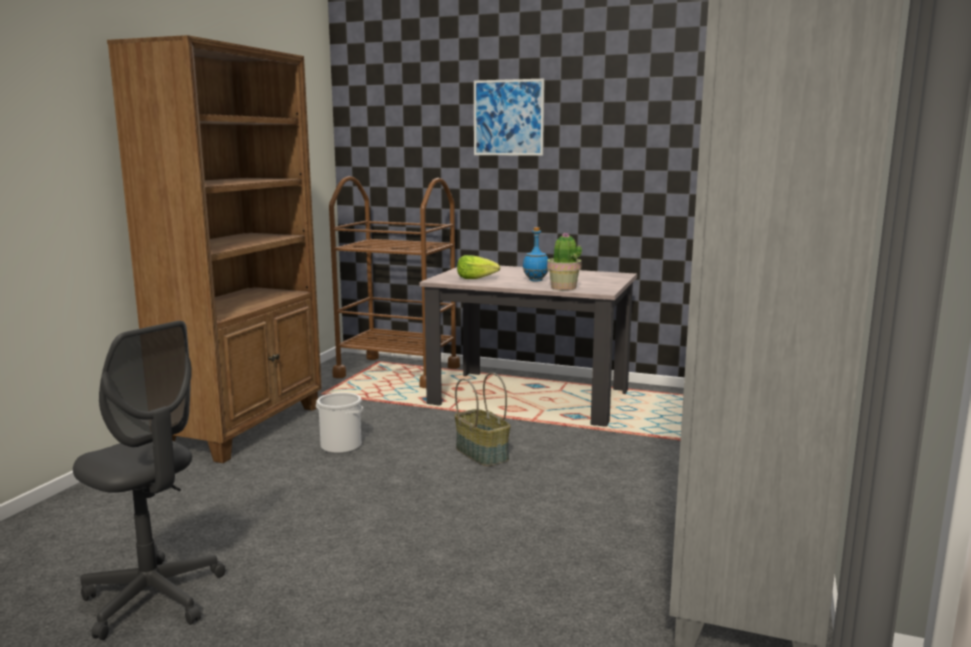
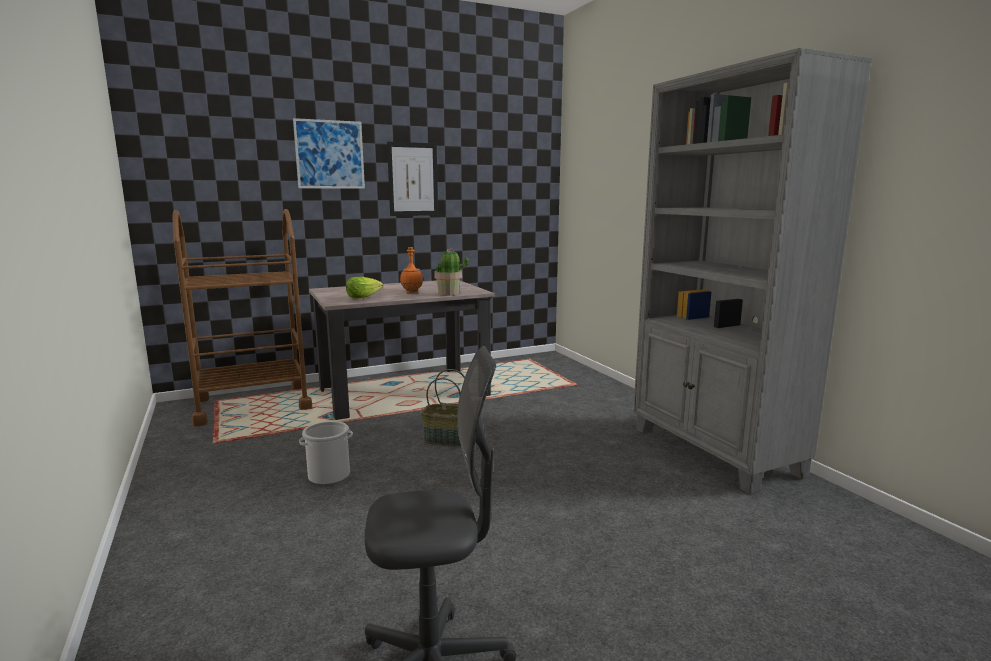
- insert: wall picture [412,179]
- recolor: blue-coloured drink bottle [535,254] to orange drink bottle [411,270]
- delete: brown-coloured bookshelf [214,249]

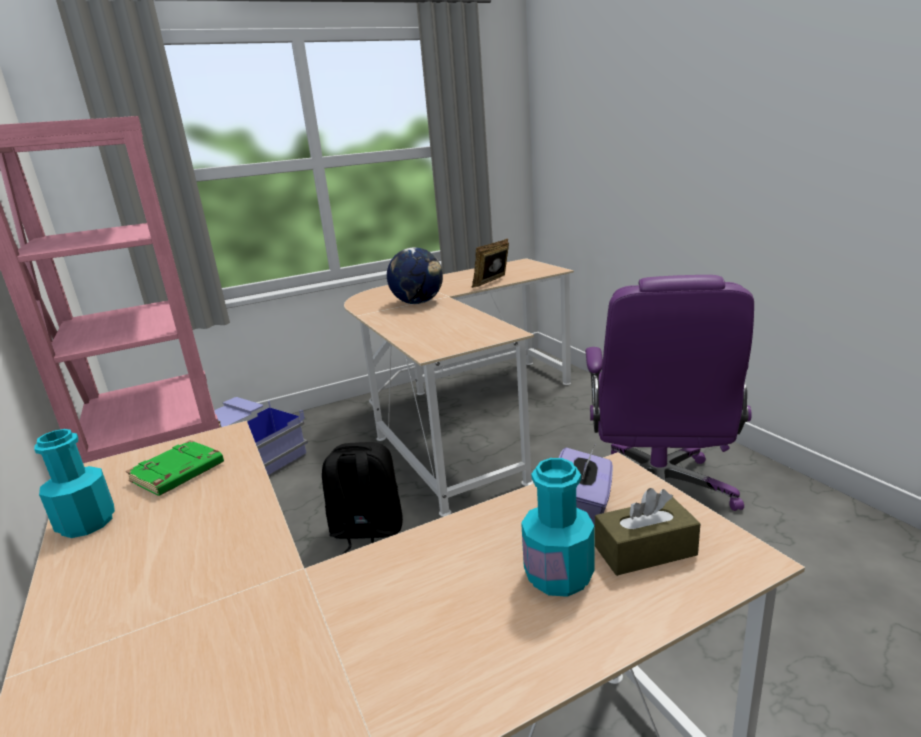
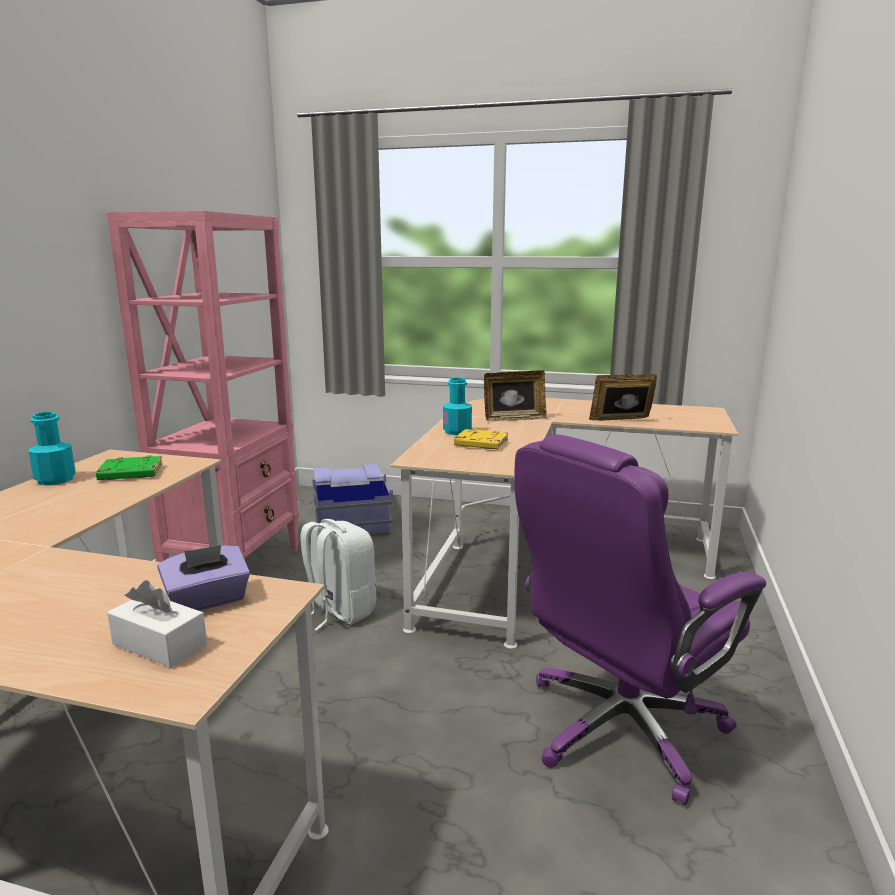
- recolor: brown-coloured tissue holder [648,532] to white-coloured tissue holder [157,624]
- recolor: black knapsack [362,498] to white-coloured knapsack [338,575]
- move: turquoise-coloured drink bottle [557,527] to [457,406]
- insert: yellow-coloured book [481,439]
- replace: world globe [415,275] to standing frame [515,395]

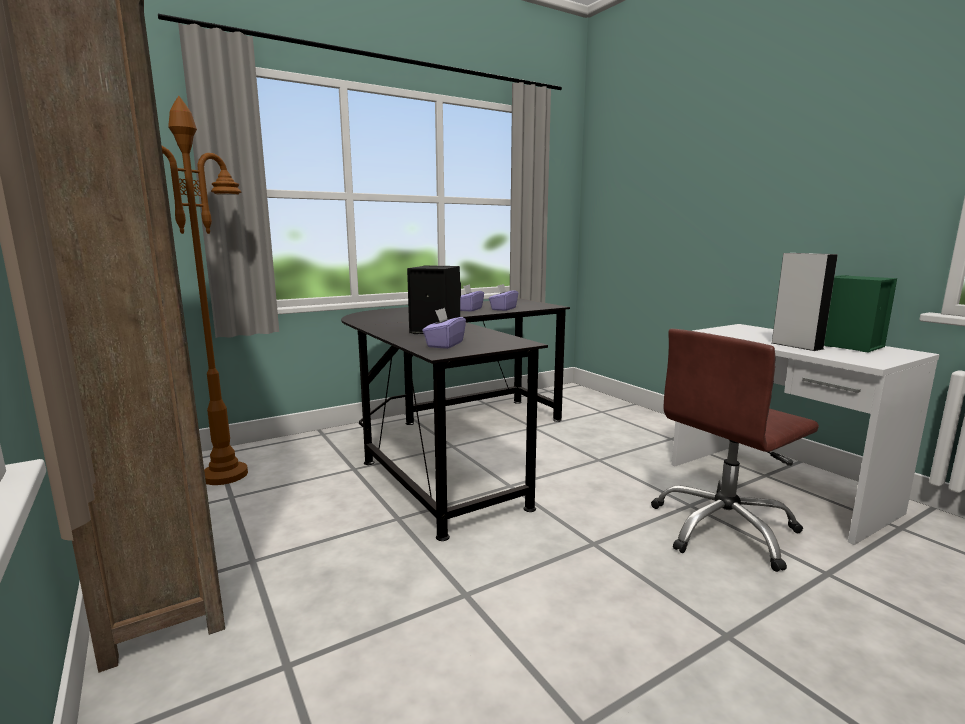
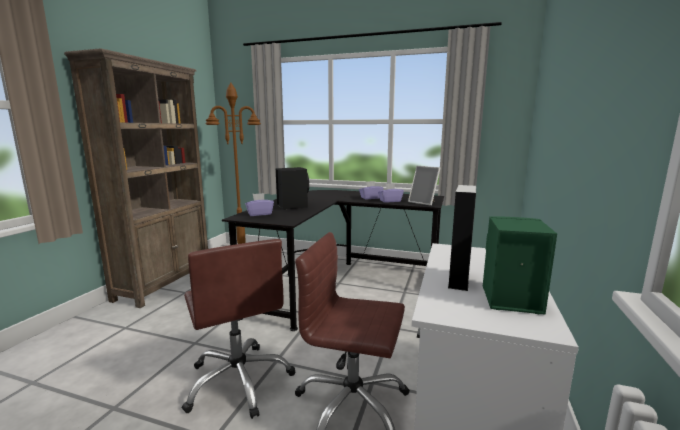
- insert: brown-coloured desk chair [238,329]
- insert: standing frame [424,186]

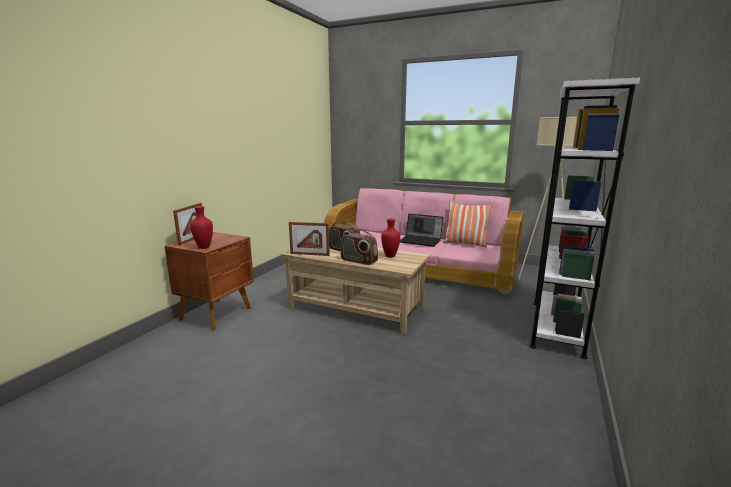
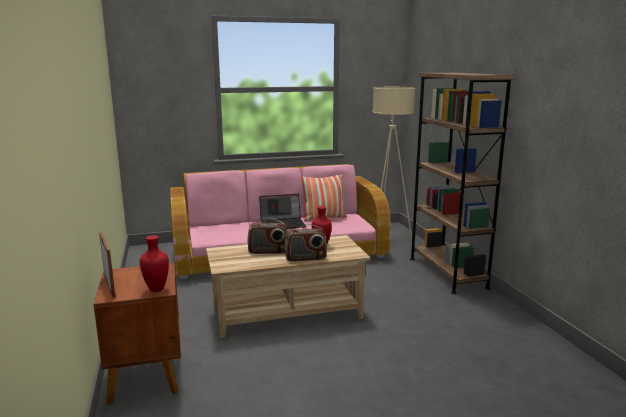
- recolor: white-coloured bookshelf [584,218] to brown-coloured bookshelf [462,183]
- delete: standing frame [309,239]

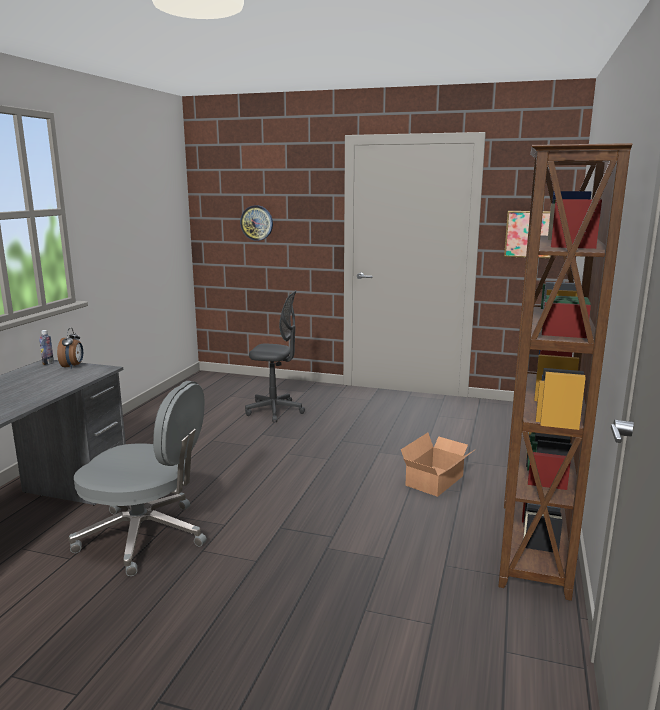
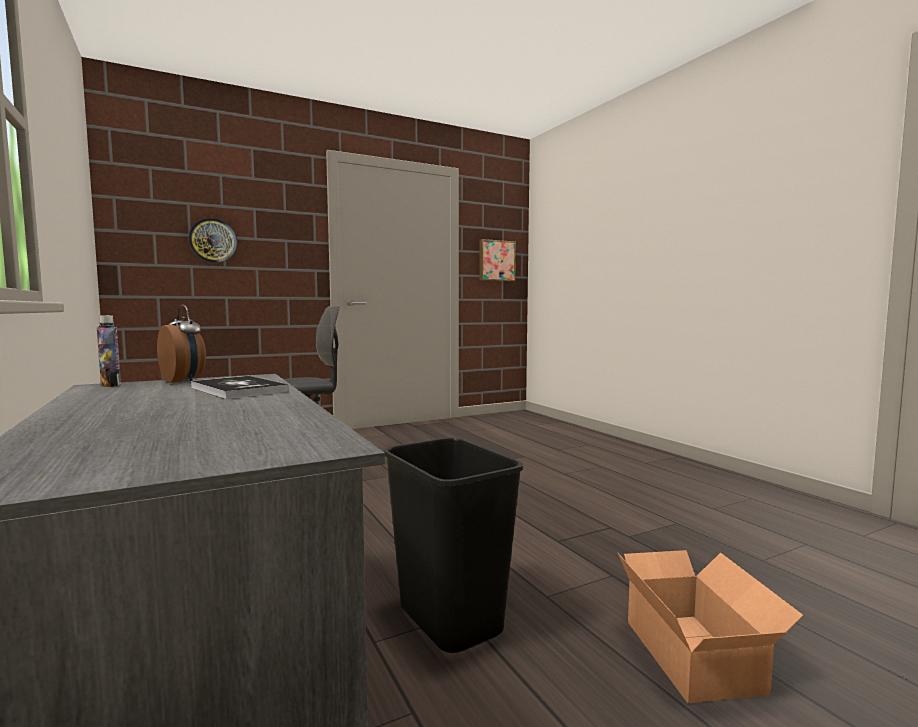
- insert: book [240,387]
- replace: grey desk chair [137,478] to black rubbish bin [453,545]
- move: packing box [438,465] to [710,626]
- delete: brown-coloured bookshelf [565,372]

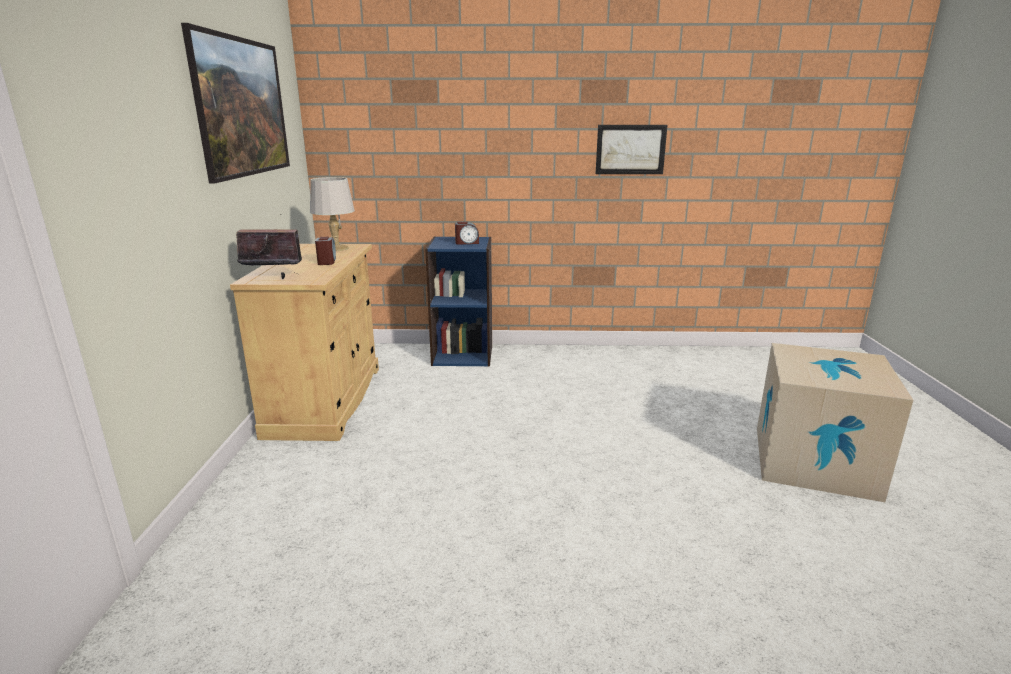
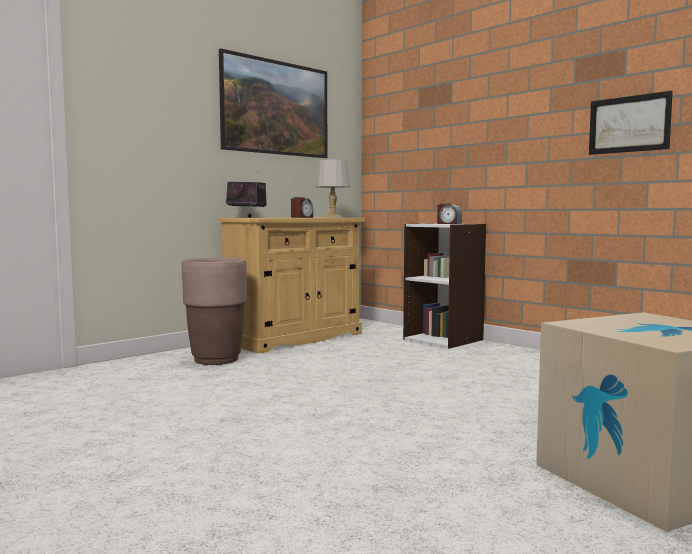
- insert: brown-coloured plant pot [214,311]
- recolor: blue-coloured bookshelf [458,301] to white-coloured bookshelf [444,286]

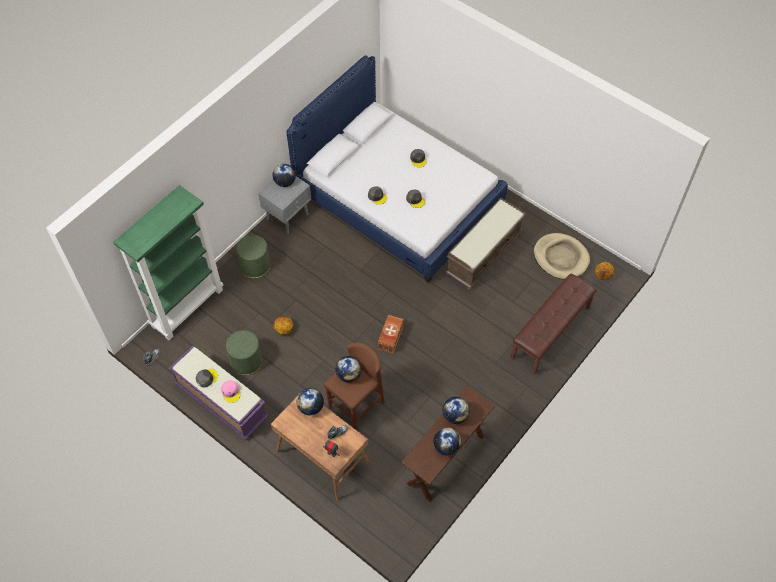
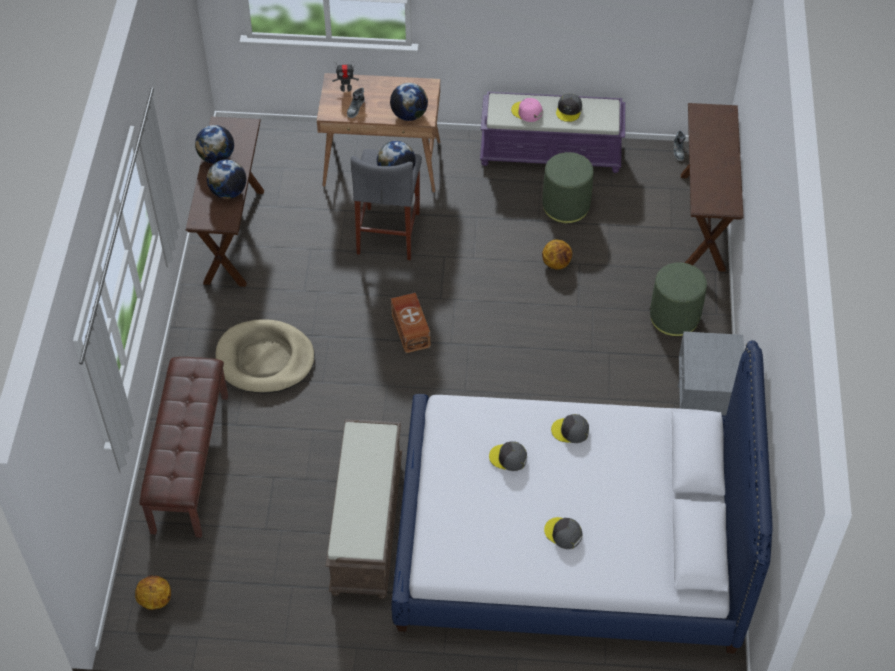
- move: sand-coloured dog cushion [562,256] to [265,356]
- recolor: brown-coloured sitting stool [354,386] to grey sitting stool [386,204]
- replace: green bookshelf [168,262] to brown-coloured hall table [712,187]
- delete: world globe [284,175]

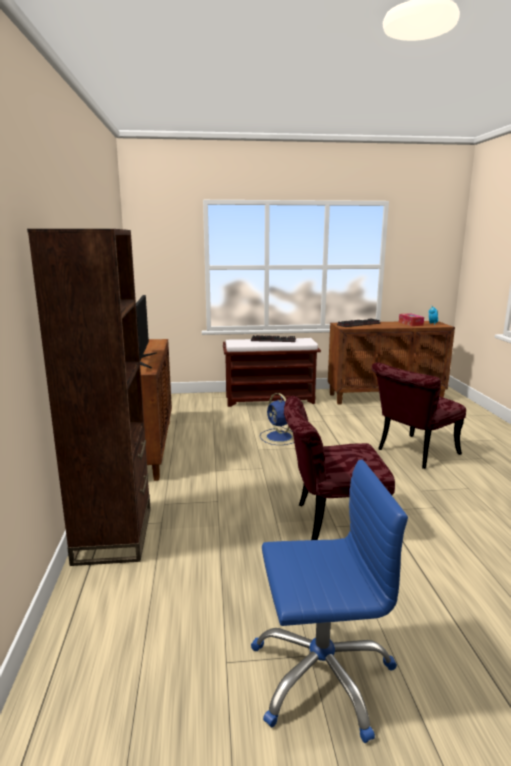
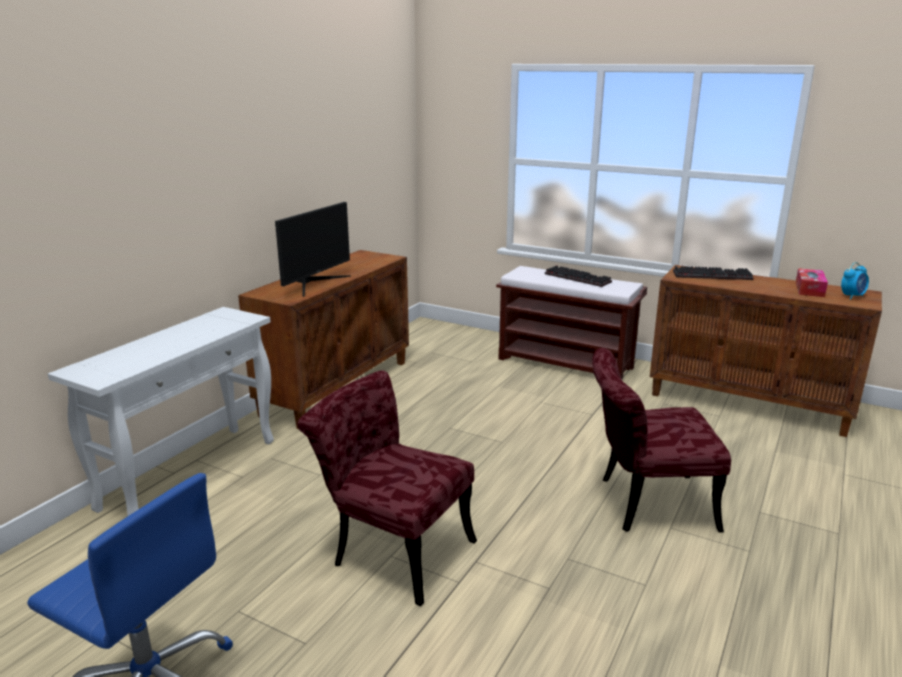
- replace: brown-coloured bookshelf [89,397] to white-coloured hall table [161,411]
- delete: blue-coloured electric fan [276,419]

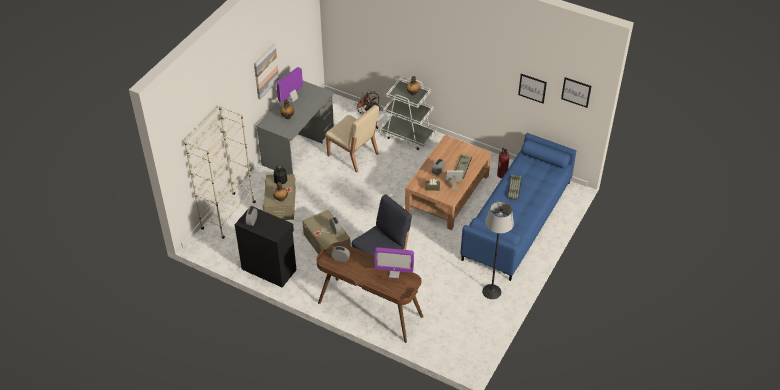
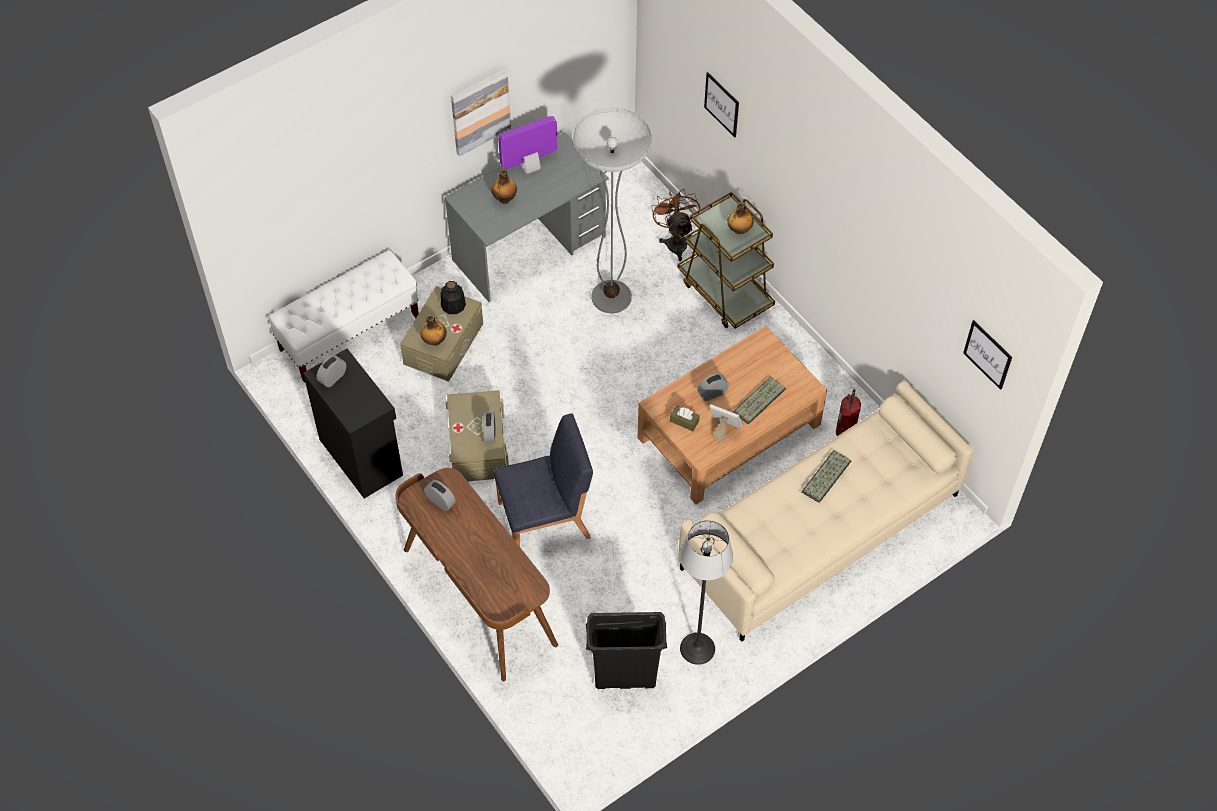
- replace: sand-coloured bookshelf [220,172] to white-coloured long seat [343,316]
- replace: sand-coloured plain chair [352,139] to standard lamp [612,210]
- insert: black rubbish bin [626,650]
- recolor: white-coloured wheeled cart [408,114] to brown-coloured wheeled cart [726,260]
- recolor: blue-coloured sofa [518,207] to sand-coloured sofa [826,511]
- move: wall picture [532,89] to [721,104]
- delete: computer screen [394,262]

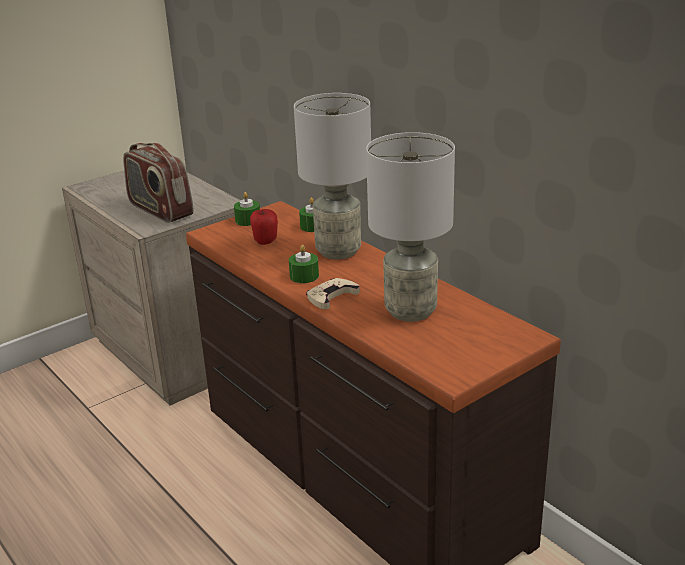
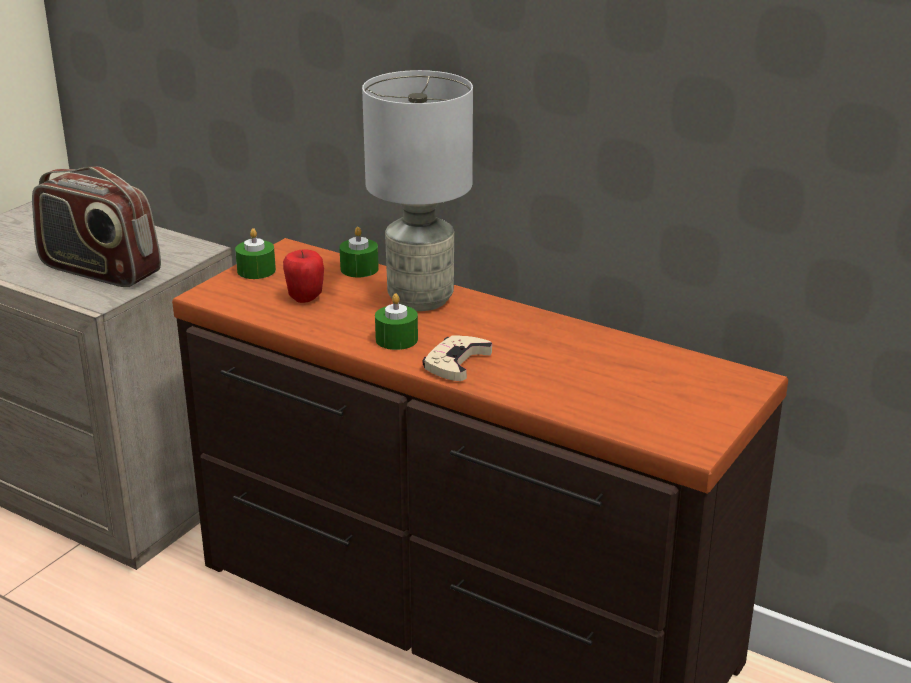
- delete: grey lamp for a table [410,227]

